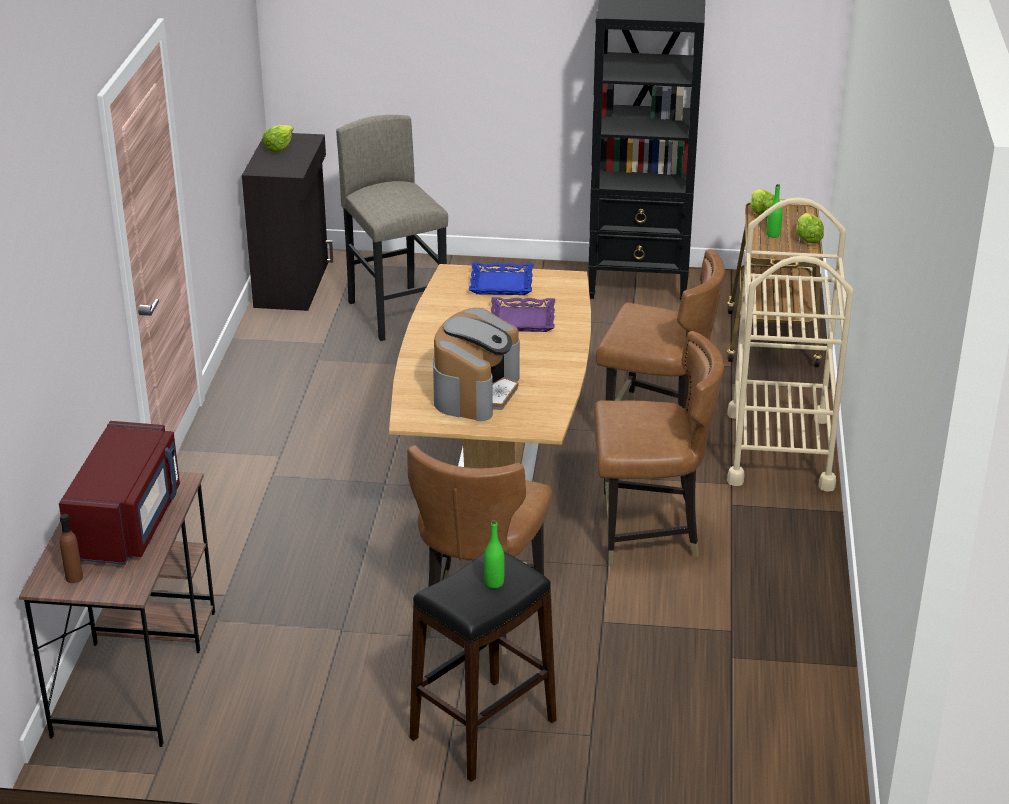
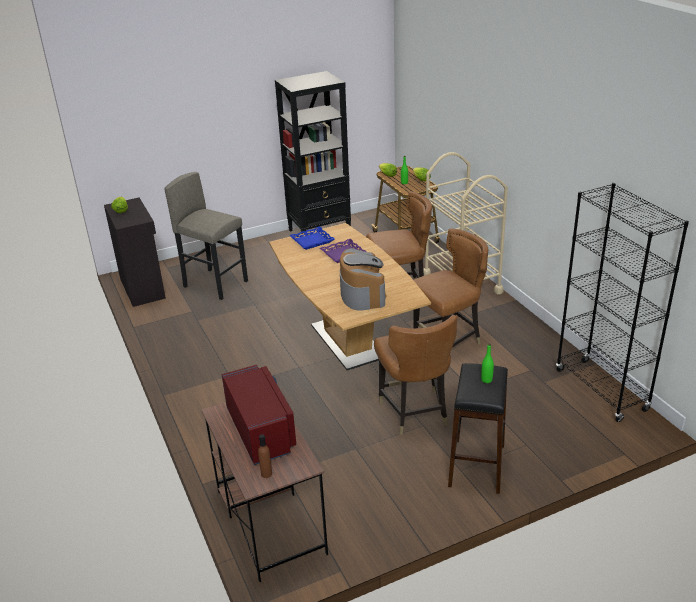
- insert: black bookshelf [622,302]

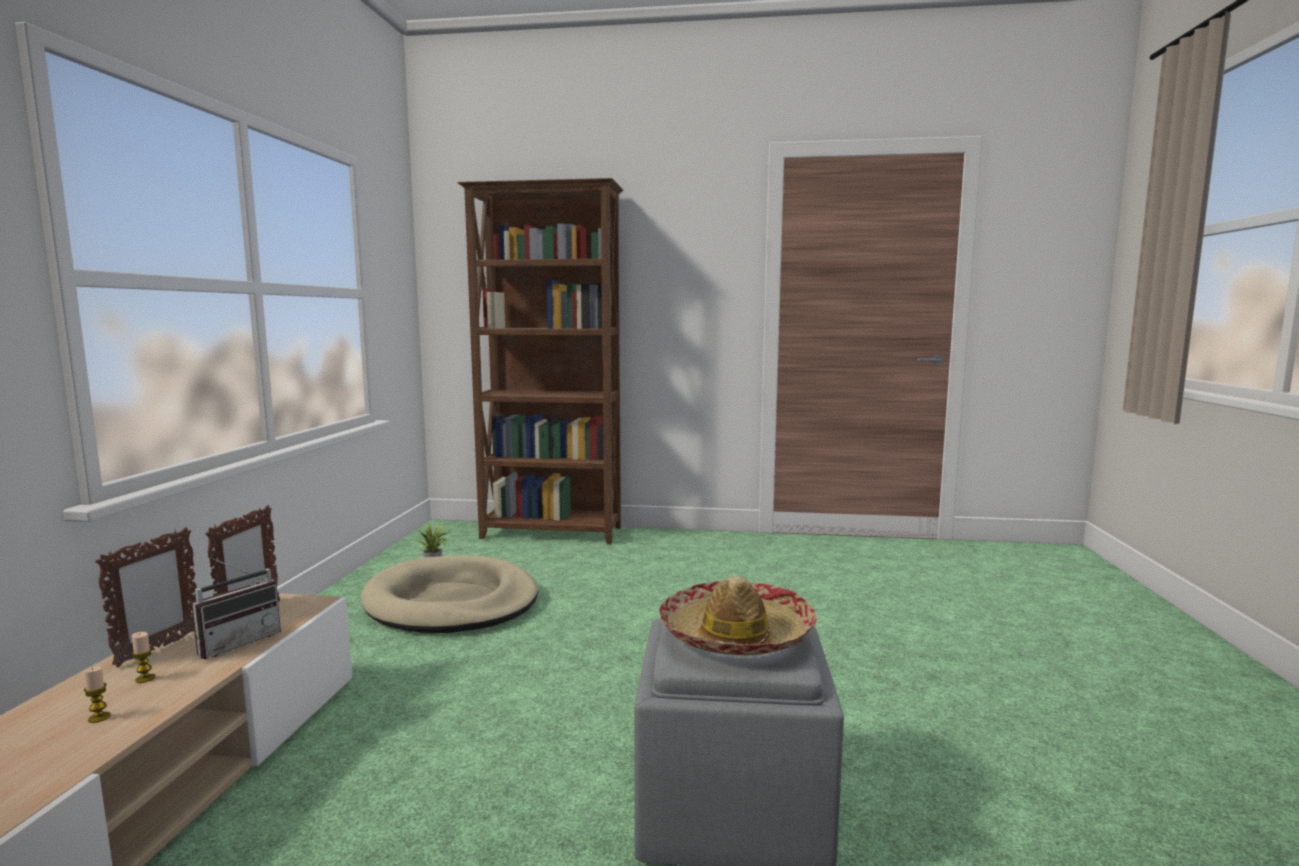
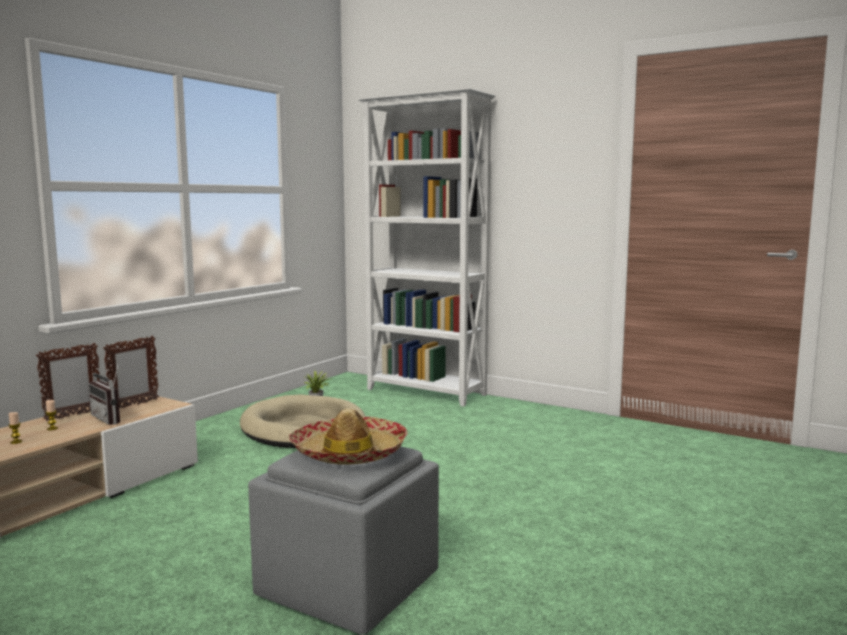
- rotate: radio set [236,608] = [104,393] 75 degrees clockwise
- recolor: brown-coloured bookshelf [540,361] to white-coloured bookshelf [426,247]

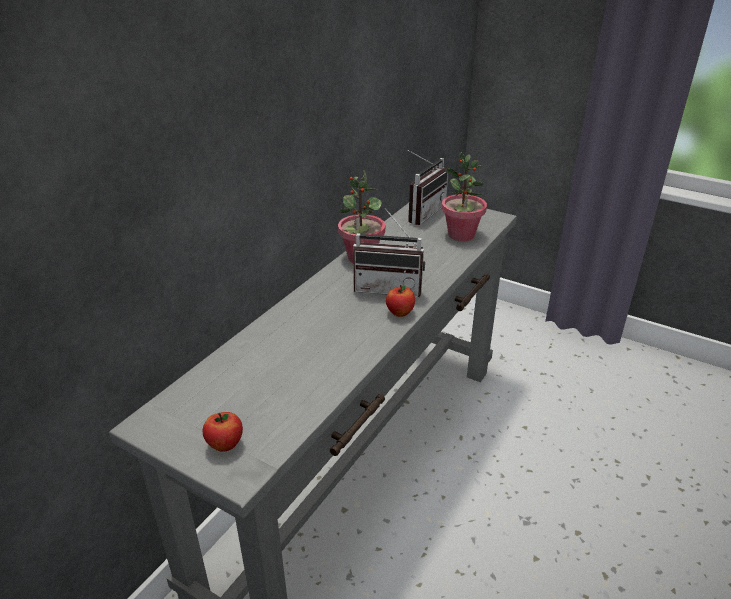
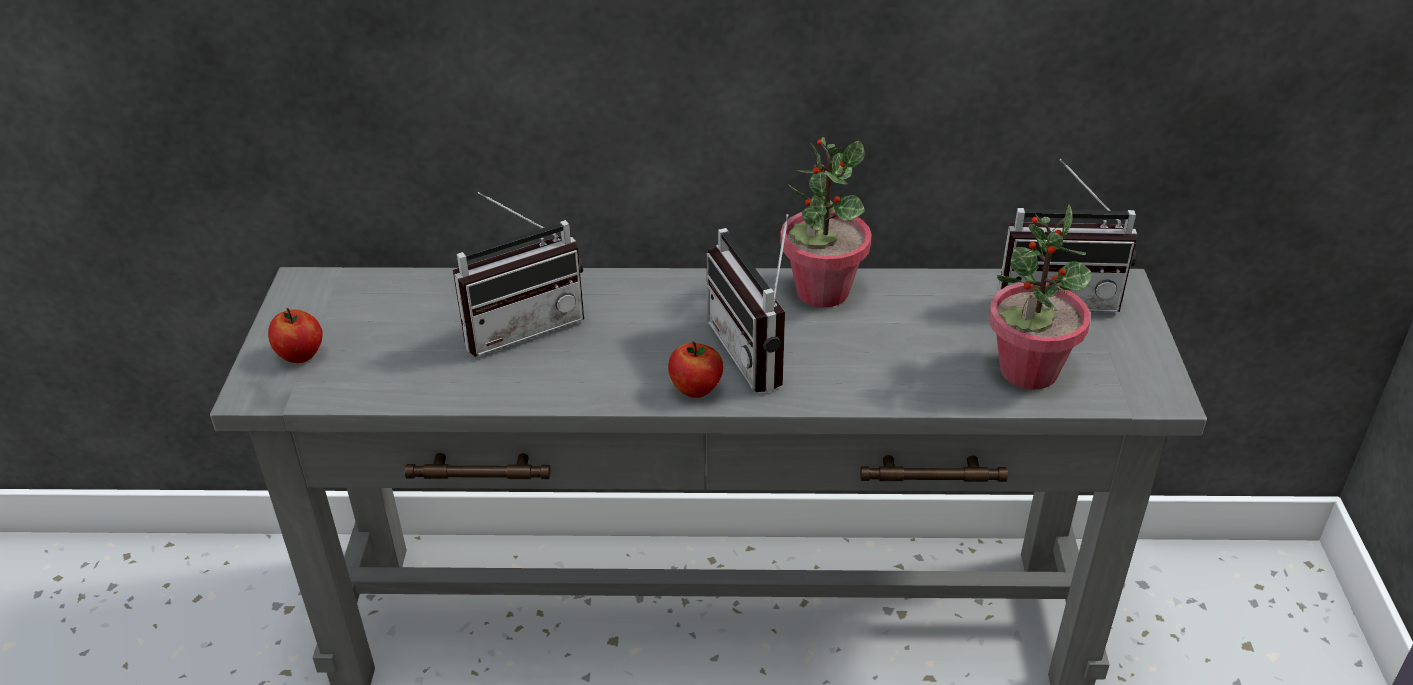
- insert: radio set [518,274]

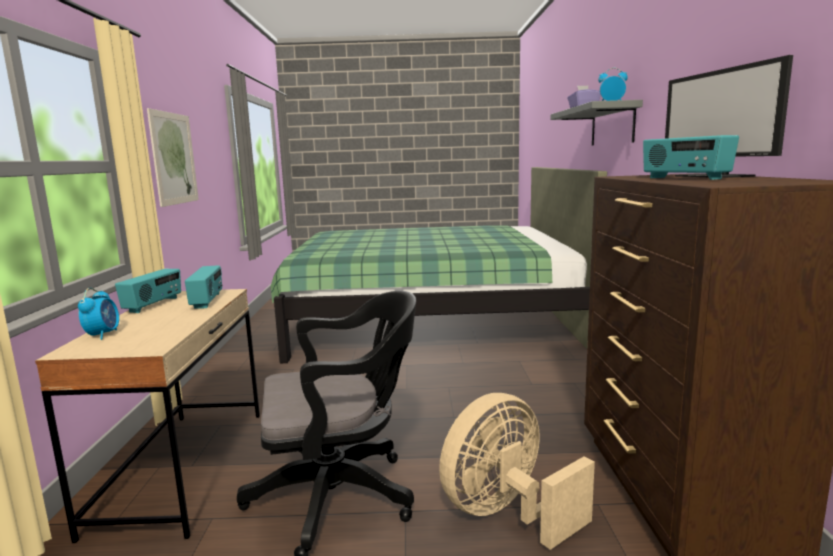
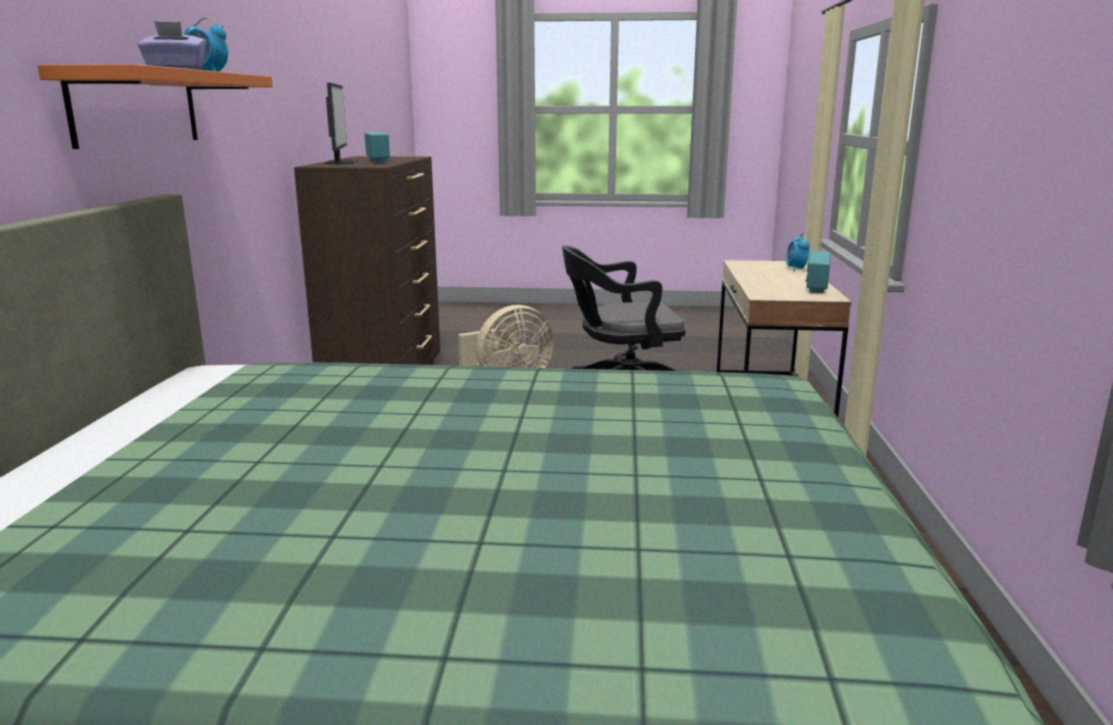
- recolor: grey shelf [596,123] to orange shelf [155,106]
- delete: wall picture [173,157]
- delete: radio set [203,287]

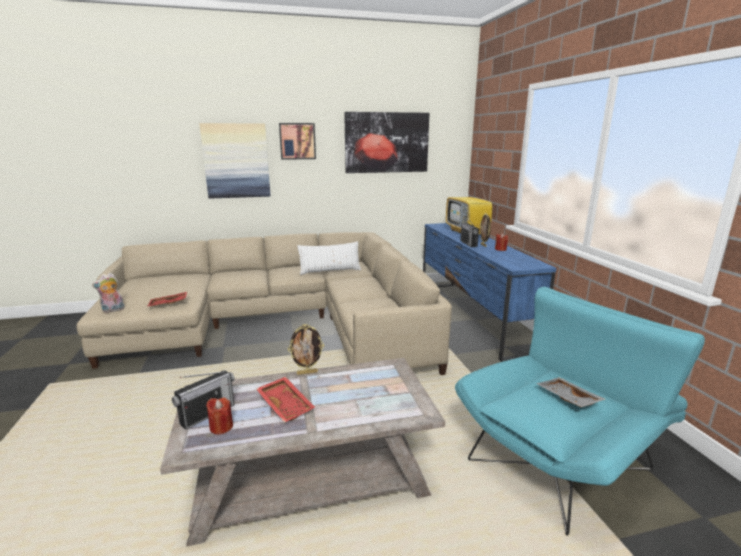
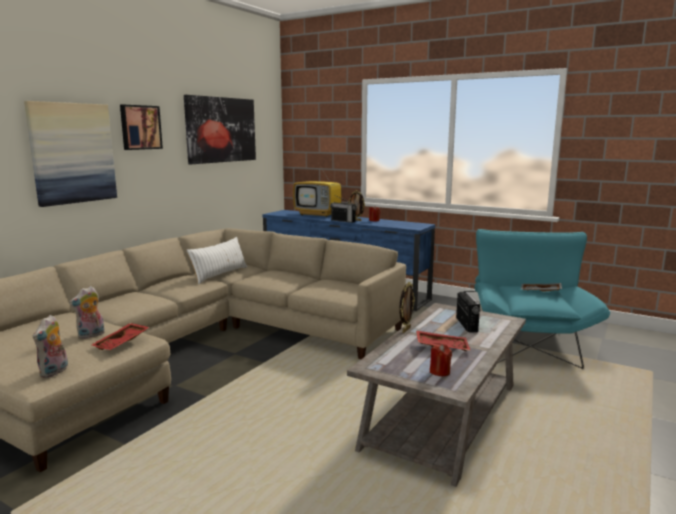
- insert: cuddly toy [87,312]
- move: radio set [203,400] to [468,311]

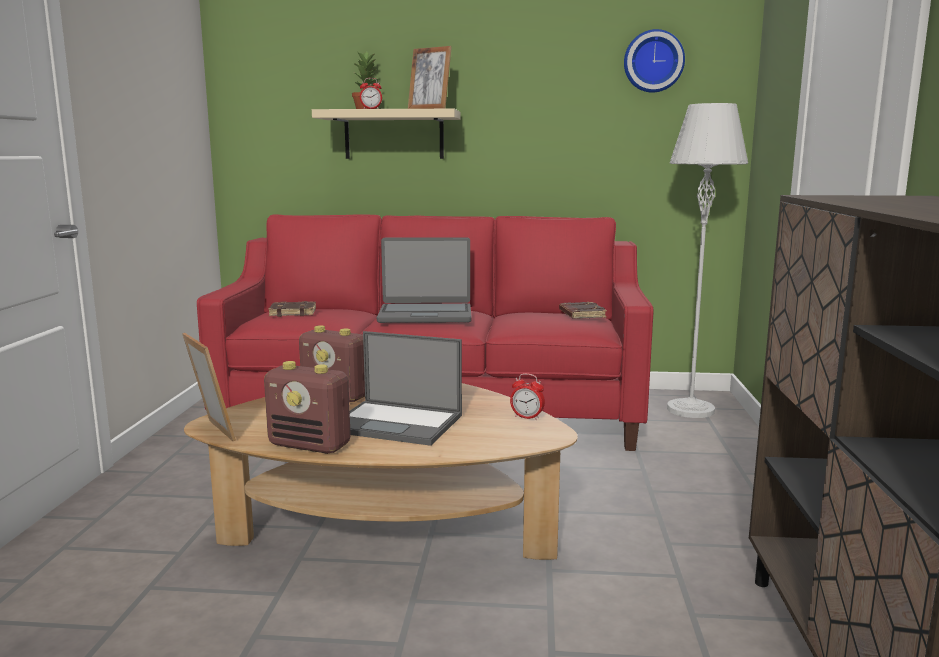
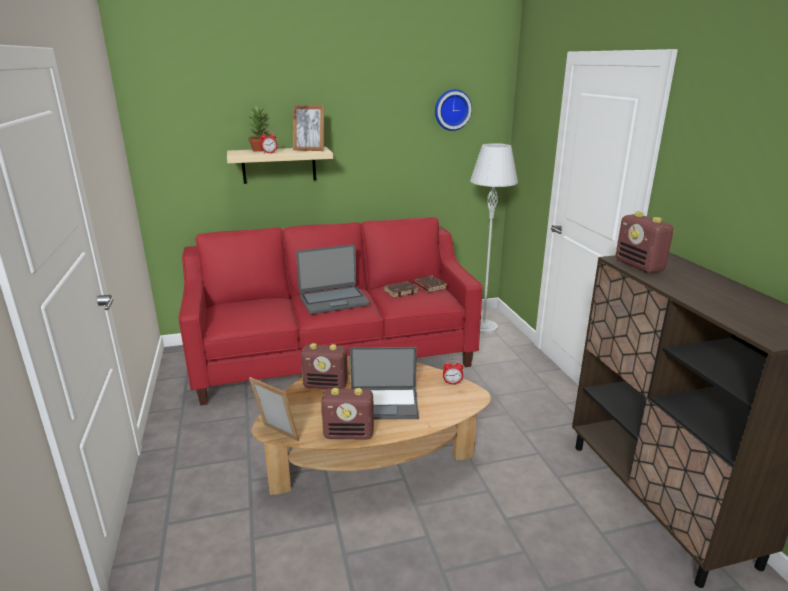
- move: brown-coloured book [292,309] to [401,289]
- insert: radio set [645,242]

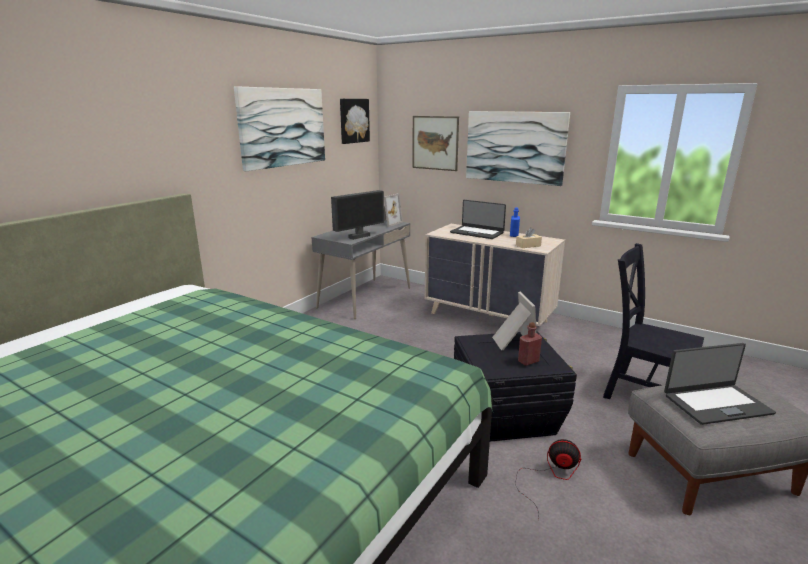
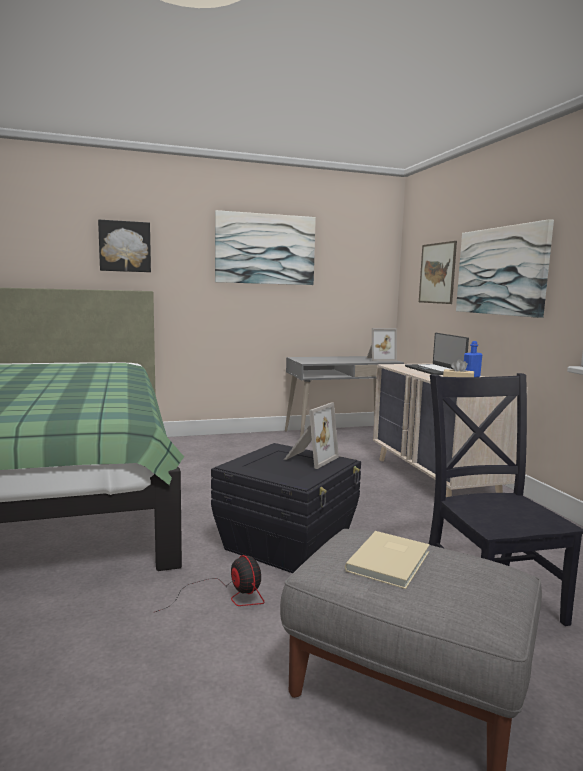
- move: wall picture [355,121] to [124,245]
- replace: portable computer [720,384] to sand-coloured book [387,560]
- delete: computer screen [357,215]
- delete: reddish drink bottle [530,344]

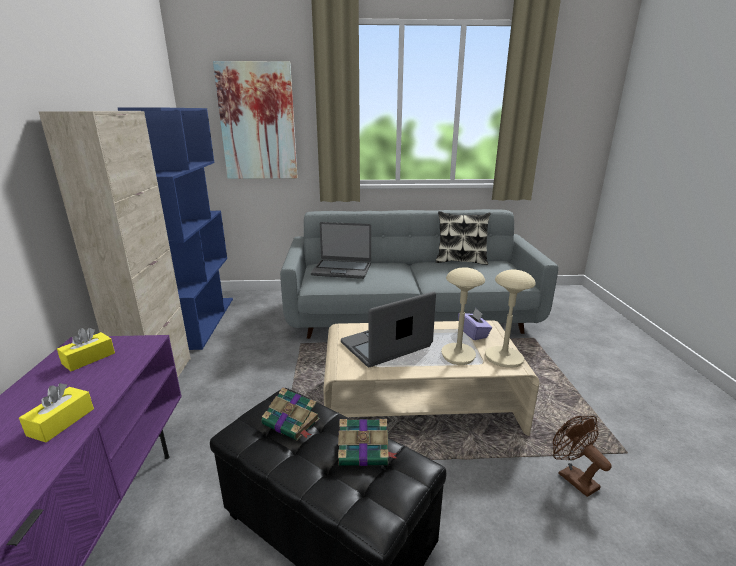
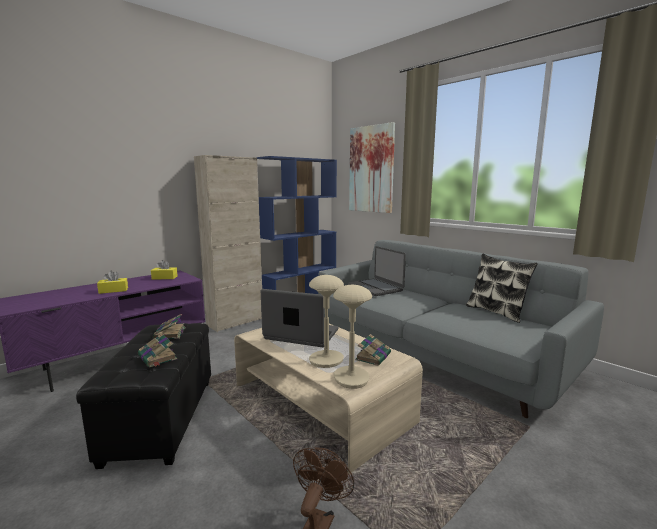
- replace: purple tissue holder [475,324] to book [373,350]

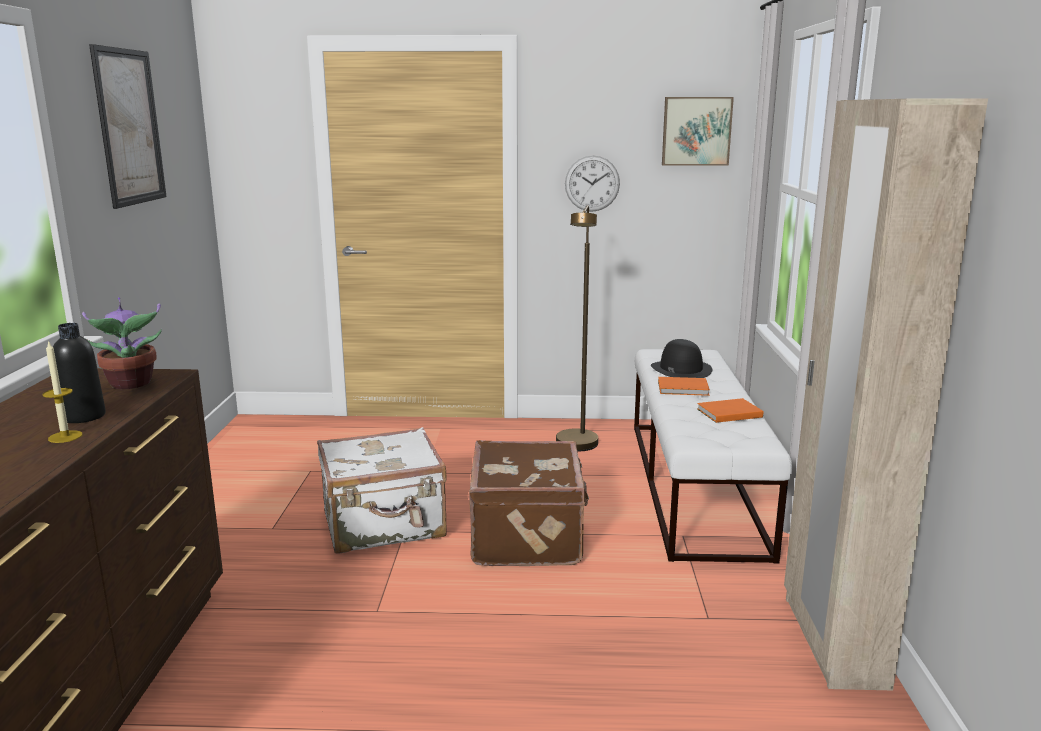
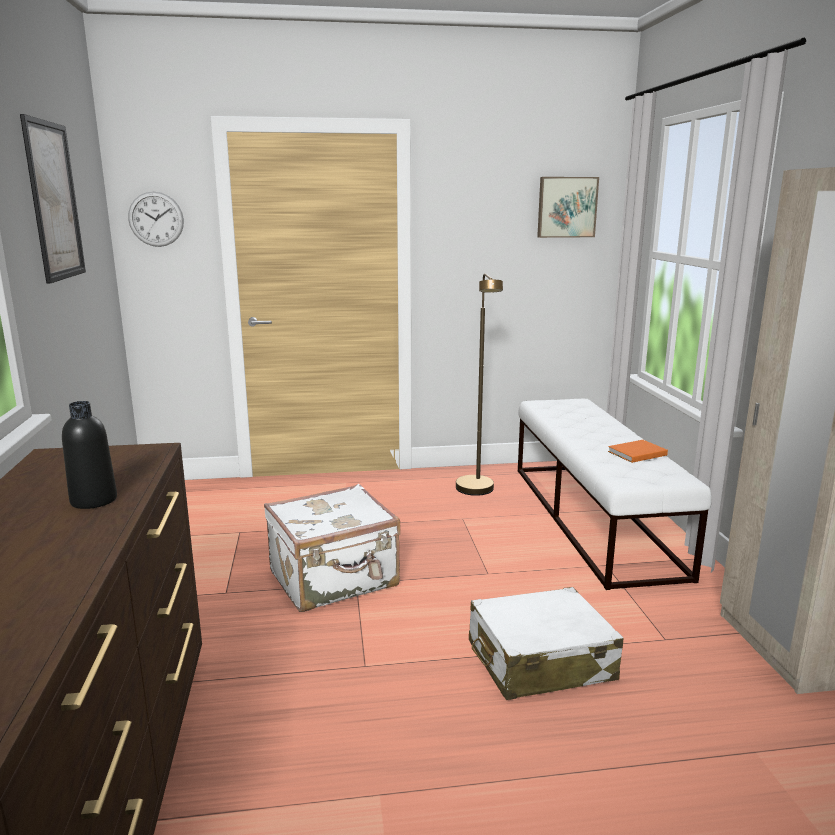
- move: clock on the wall [592,183] to [156,219]
- insert: white-coloured piece of luggage [546,643]
- delete: candle [63,391]
- delete: potted plant [122,343]
- delete: brown-coloured piece of luggage [529,503]
- delete: black wearable hat [681,358]
- delete: orange book [684,386]

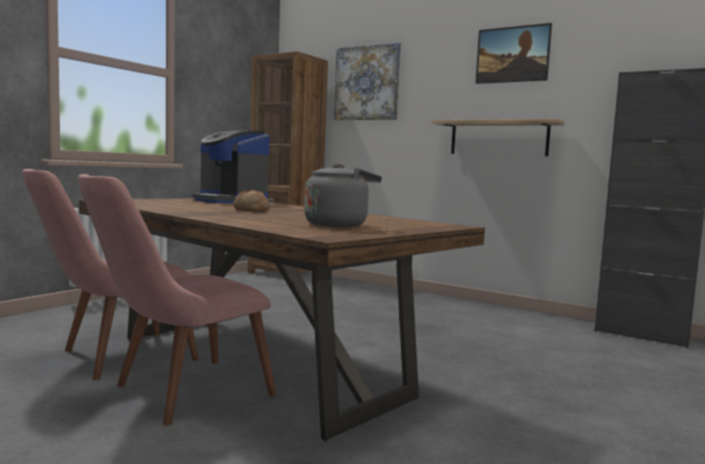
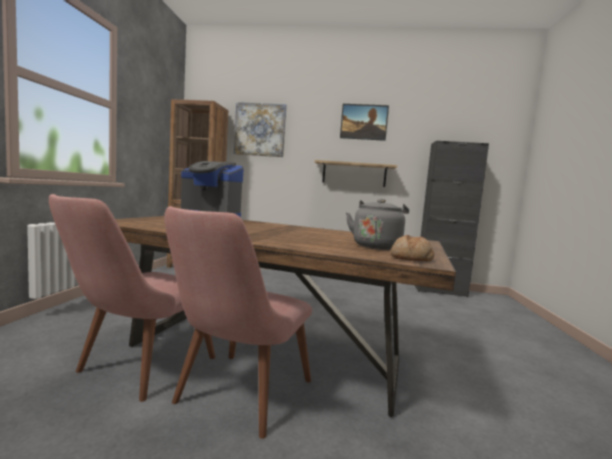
- move: baked bread [251,201] to [412,248]

